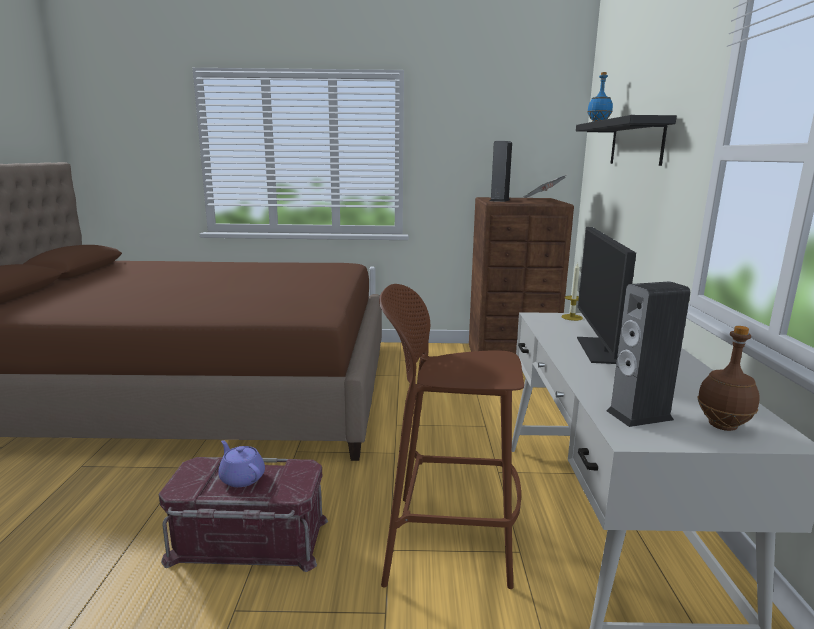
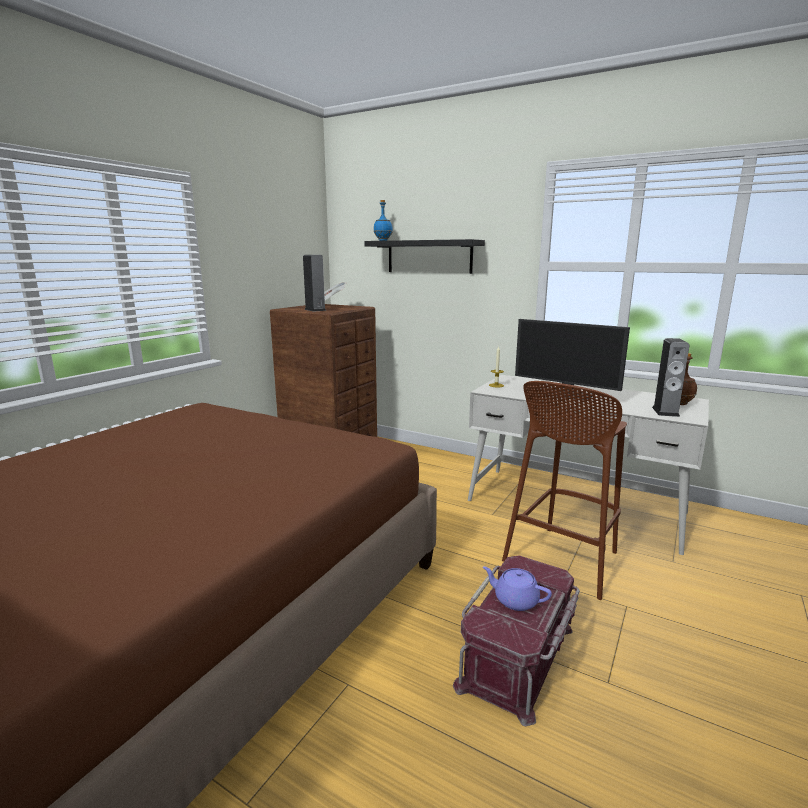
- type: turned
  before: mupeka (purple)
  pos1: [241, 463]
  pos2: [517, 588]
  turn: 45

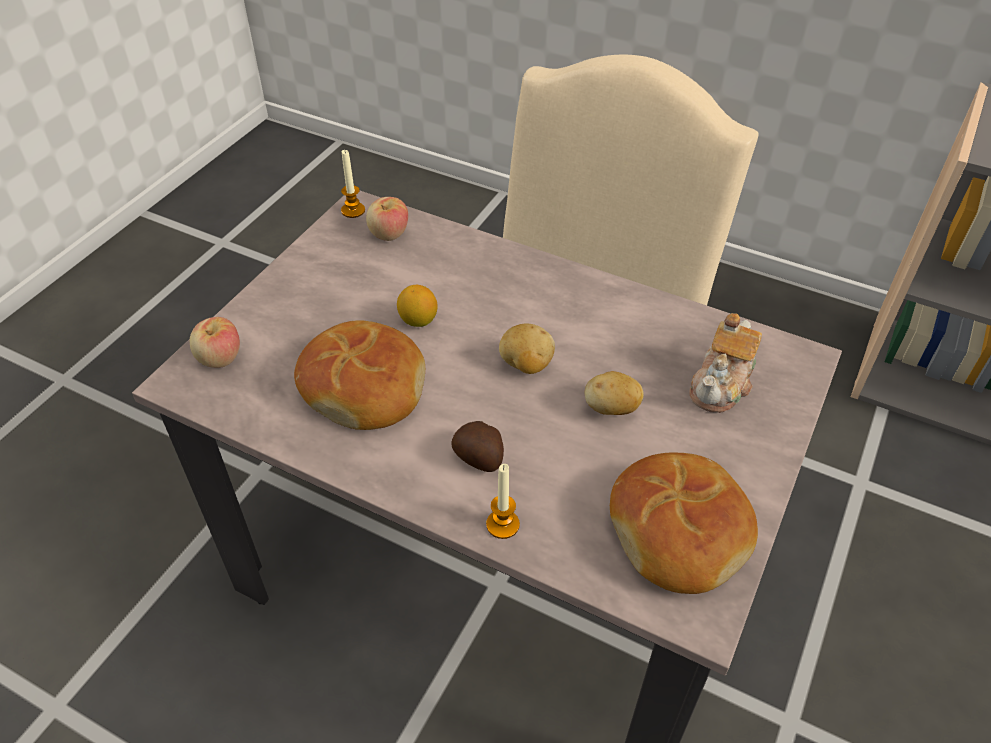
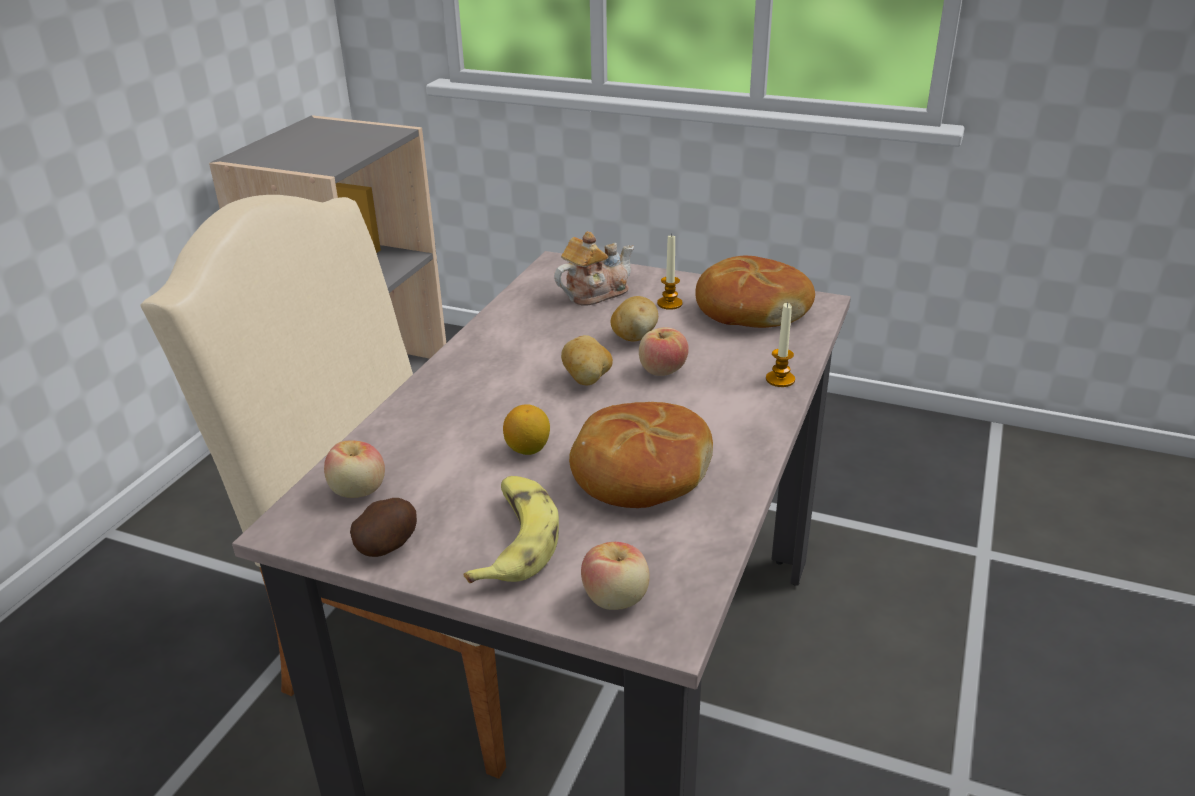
- type: moved
  before: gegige
  pos1: [477, 446]
  pos2: [383, 527]
- type: added
  after: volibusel
  pos2: [511, 529]
- type: turned
  before: mupeka
  pos1: [725, 363]
  pos2: [594, 268]
  turn: -60
- type: added
  after: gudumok
  pos2: [664, 351]
- type: moved
  before: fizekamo
  pos1: [353, 184]
  pos2: [670, 271]

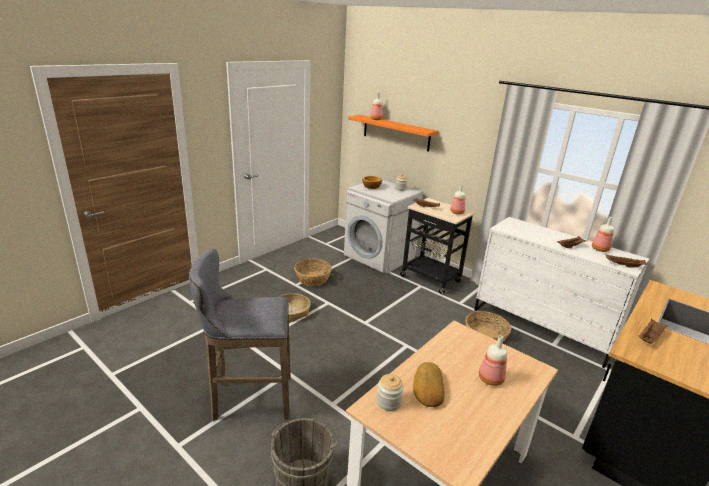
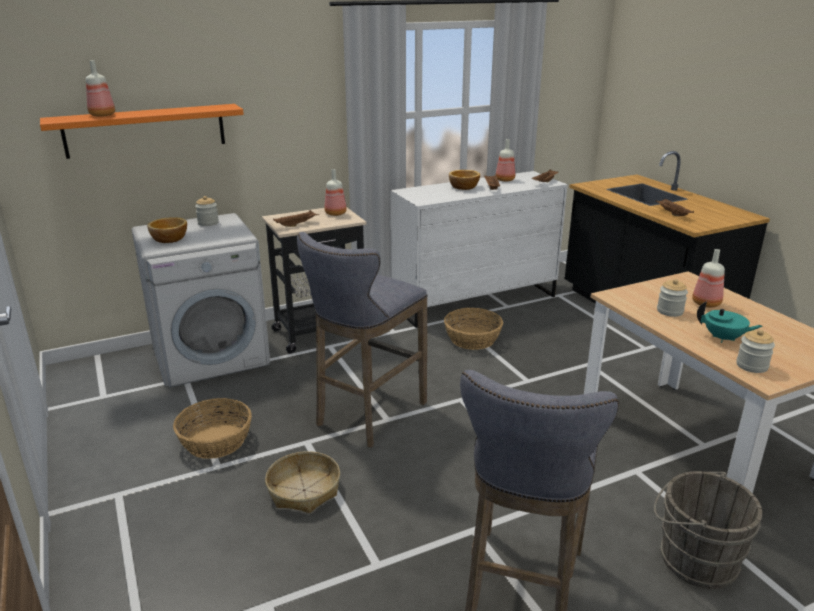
- type: added
  after: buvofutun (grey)
  pos2: [362, 339]
- type: added
  after: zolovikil
  pos2: [464, 180]
- type: added
  after: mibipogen
  pos2: [672, 298]
- type: replaced
  before: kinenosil
  after: mupeka (turquoise)
  pos1: [429, 384]
  pos2: [730, 322]

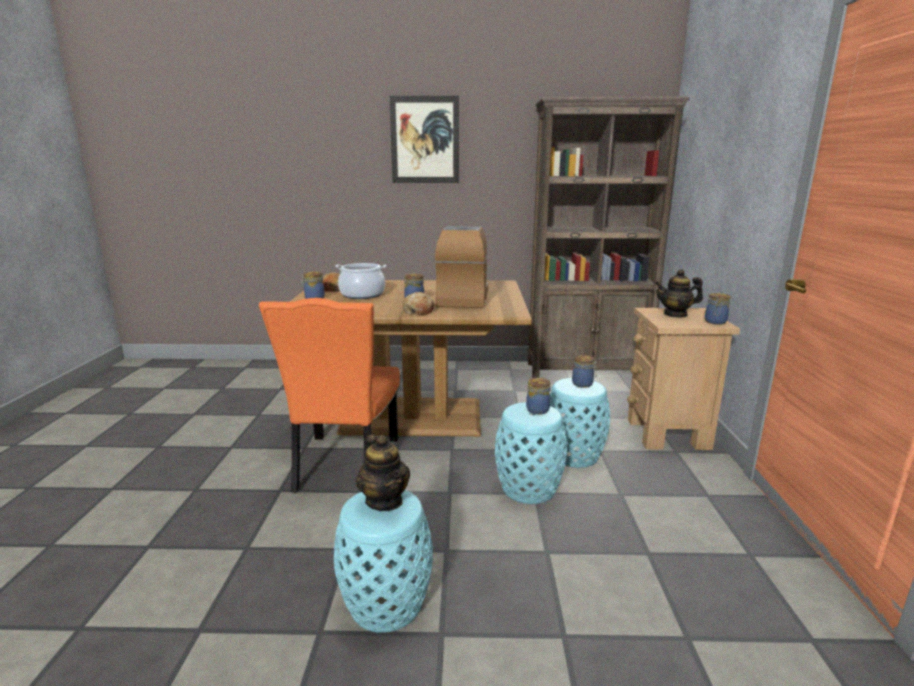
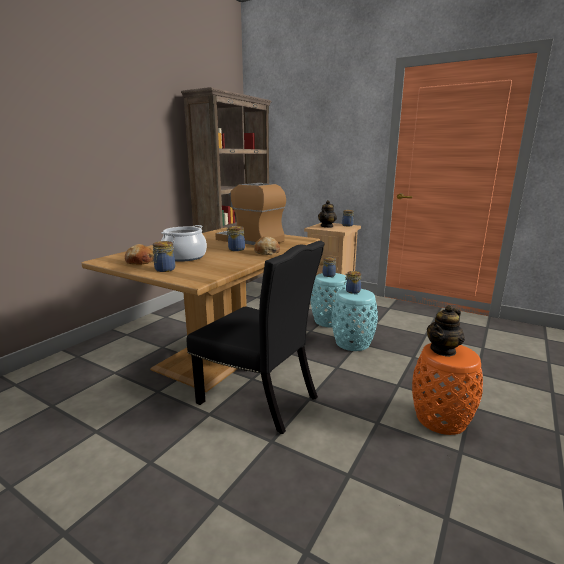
- type: recoloured
  before: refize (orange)
  after: refize (black)
  pos1: [329, 395]
  pos2: [255, 337]
- type: recoloured
  before: buvofutun (turquoise)
  after: buvofutun (orange)
  pos1: [383, 561]
  pos2: [447, 389]
- type: turned
  before: mupeka
  pos1: [383, 473]
  pos2: [446, 331]
  turn: 135
- type: removed
  before: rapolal
  pos1: [424, 139]

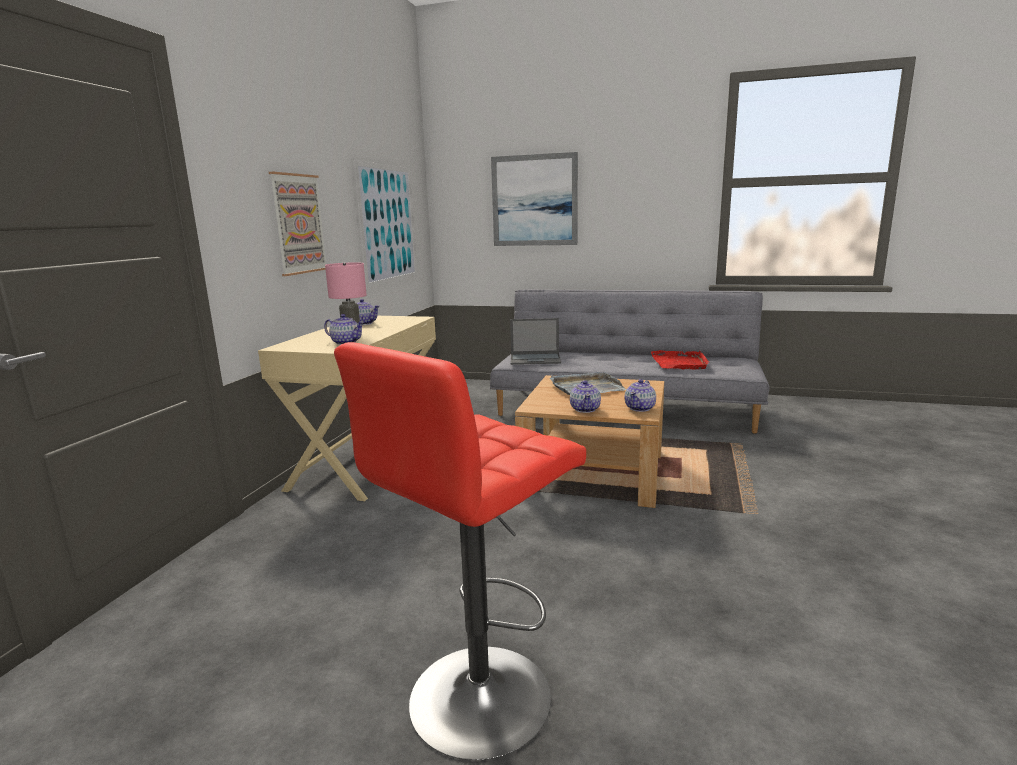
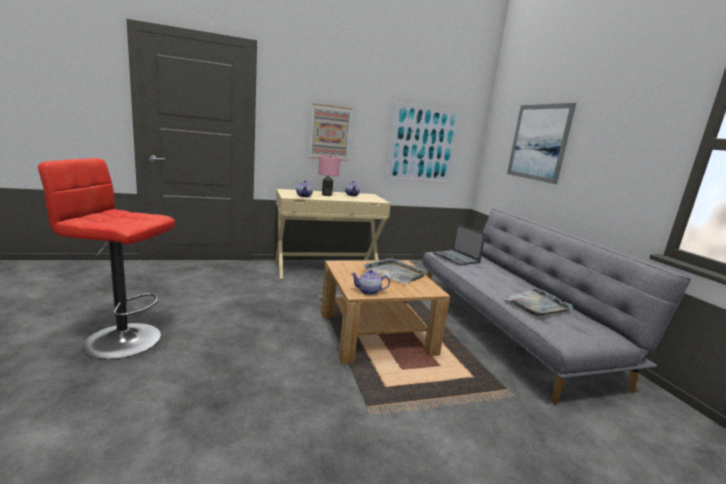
- type: recoloured
  before: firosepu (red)
  after: firosepu (grey)
  pos1: [680, 359]
  pos2: [539, 302]
- type: removed
  before: mupeka
  pos1: [585, 396]

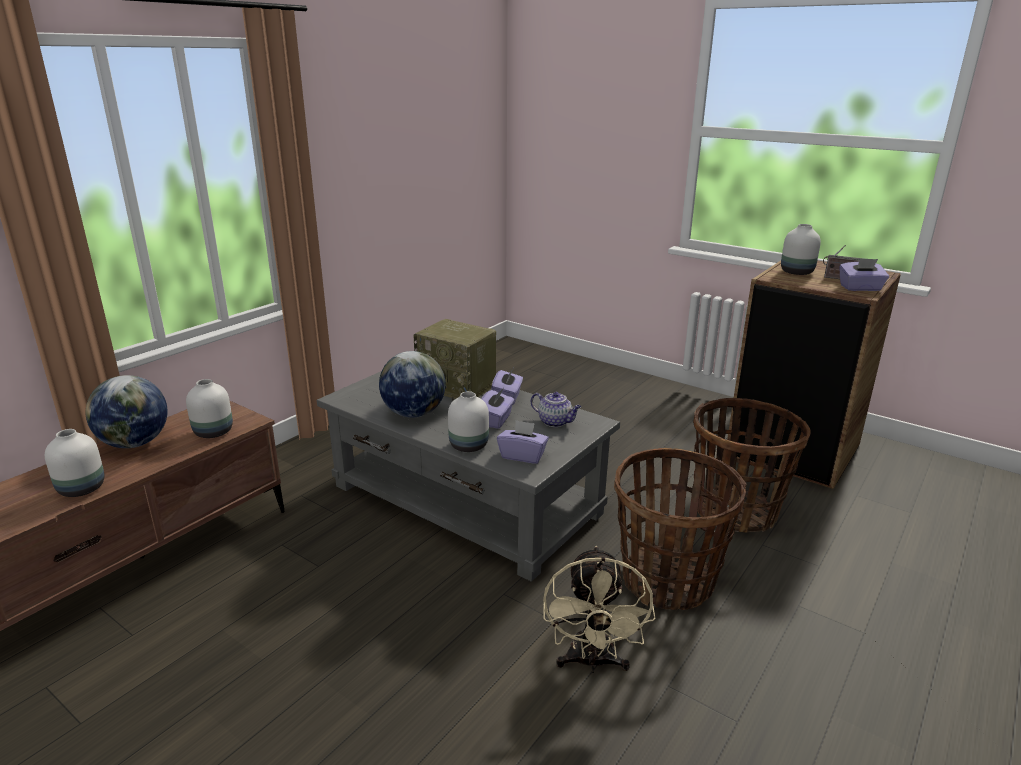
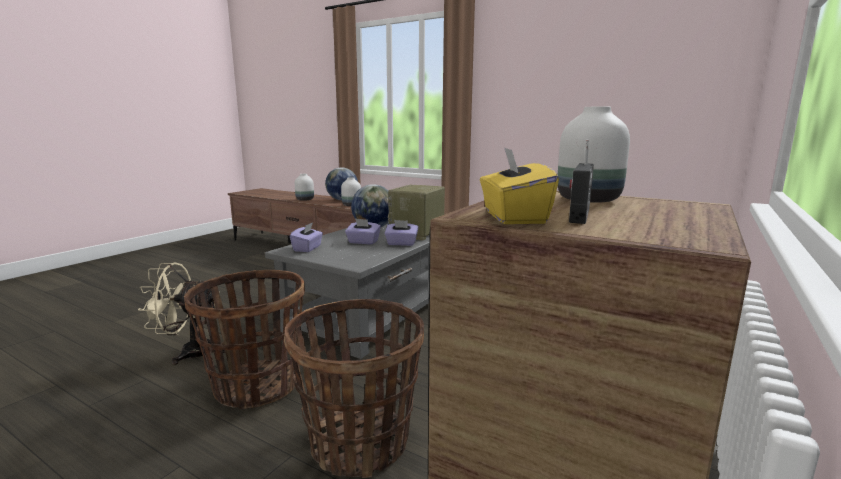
- type: recoloured
  before: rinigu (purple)
  after: rinigu (yellow)
  pos1: [864, 274]
  pos2: [519, 185]
- type: removed
  before: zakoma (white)
  pos1: [468, 421]
- type: removed
  before: mupeka
  pos1: [556, 409]

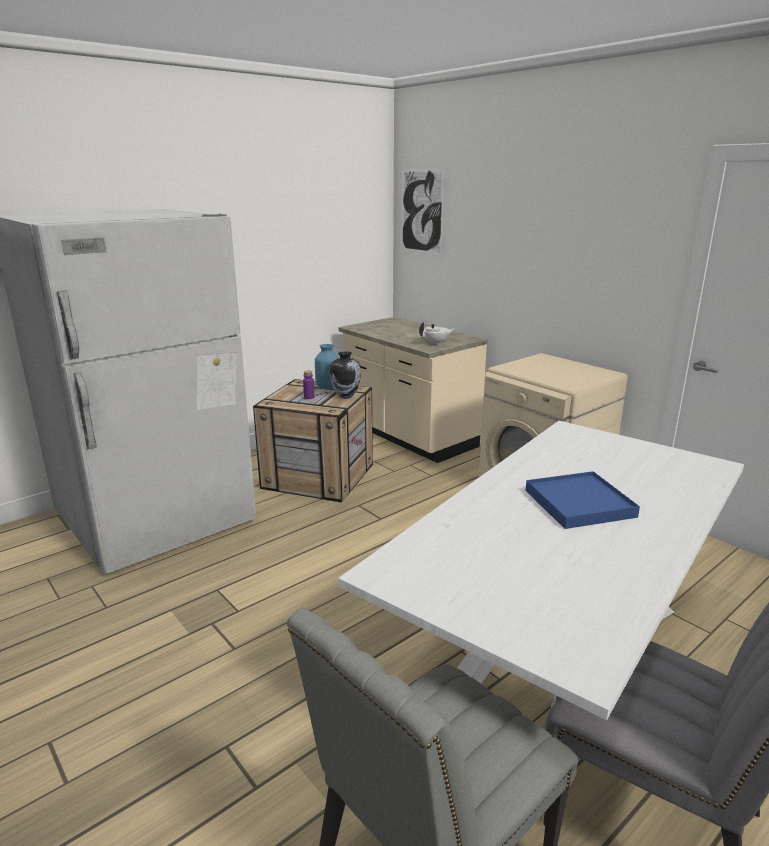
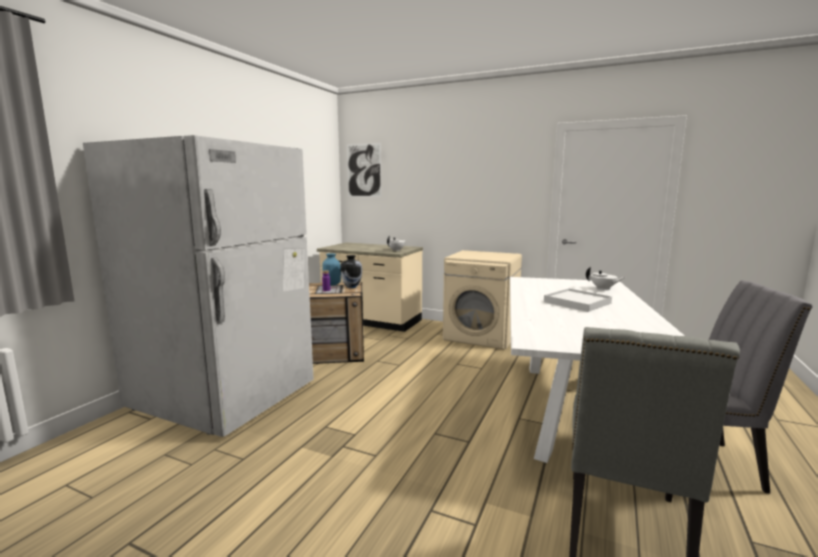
- type: recoloured
  before: firosepu (blue)
  after: firosepu (white)
  pos1: [583, 500]
  pos2: [578, 300]
- type: added
  after: mupeka (white)
  pos2: [605, 278]

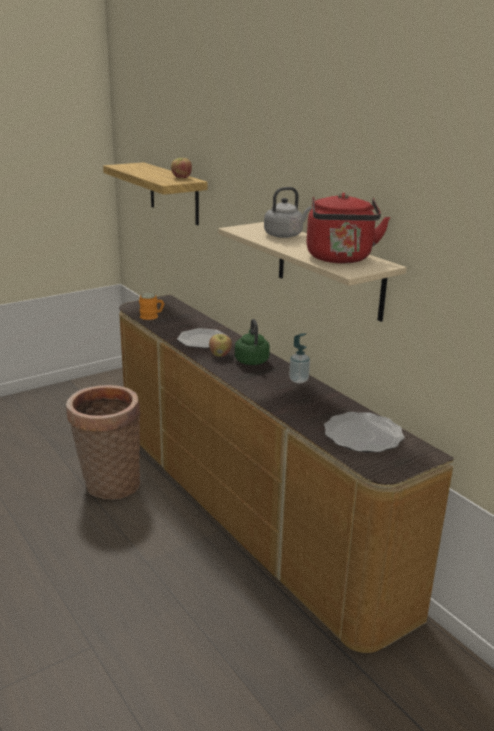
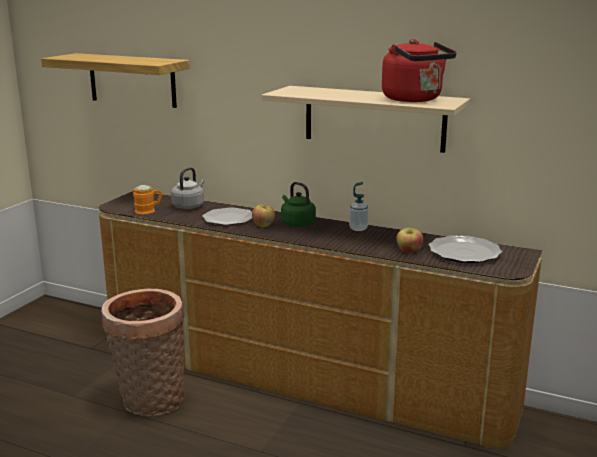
- type: moved
  before: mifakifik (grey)
  pos1: [287, 212]
  pos2: [187, 188]
- type: moved
  before: gudumok
  pos1: [181, 168]
  pos2: [409, 240]

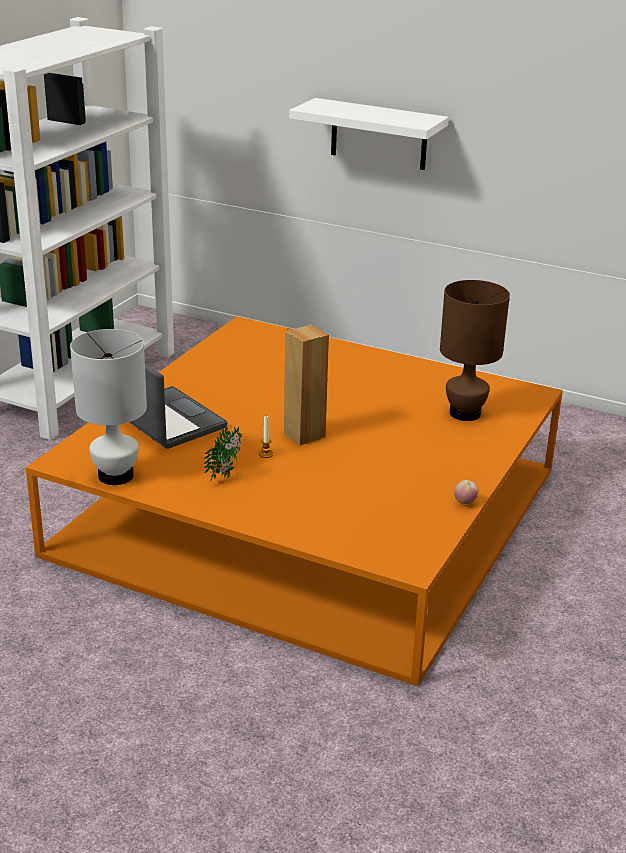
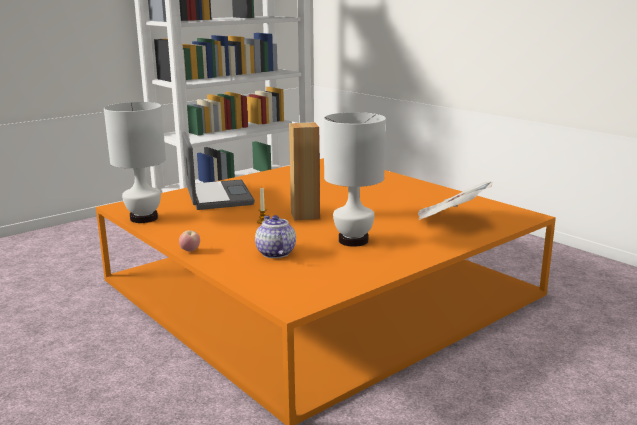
- type: moved
  before: gudumok
  pos1: [466, 492]
  pos2: [189, 241]
- type: added
  after: mupeka
  pos2: [275, 236]
- type: added
  after: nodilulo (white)
  pos2: [355, 179]
- type: replaced
  before: nodilulo (brown)
  after: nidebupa
  pos1: [475, 350]
  pos2: [455, 200]
- type: removed
  before: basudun
  pos1: [223, 453]
- type: removed
  before: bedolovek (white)
  pos1: [369, 134]

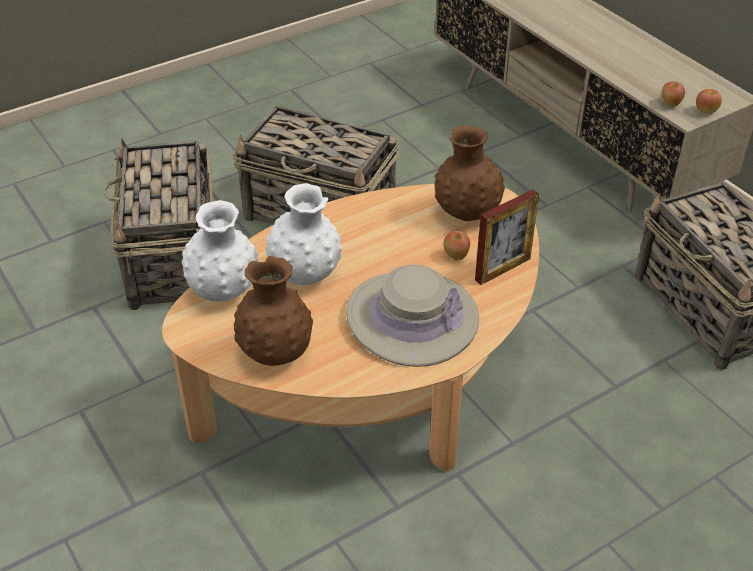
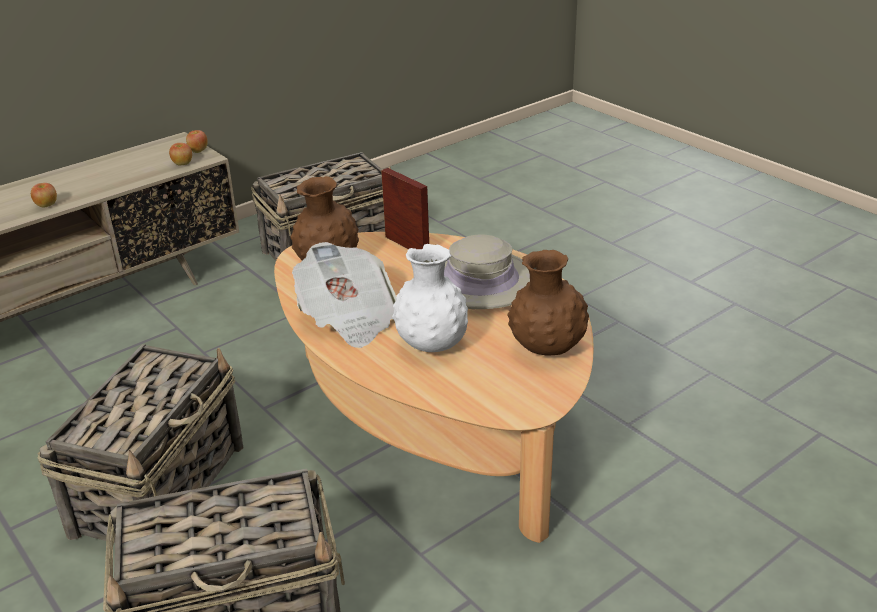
- type: moved
  before: gudumok
  pos1: [456, 246]
  pos2: [44, 195]
- type: added
  after: nidebupa
  pos2: [344, 295]
- type: removed
  before: zakoma (white)
  pos1: [220, 251]

